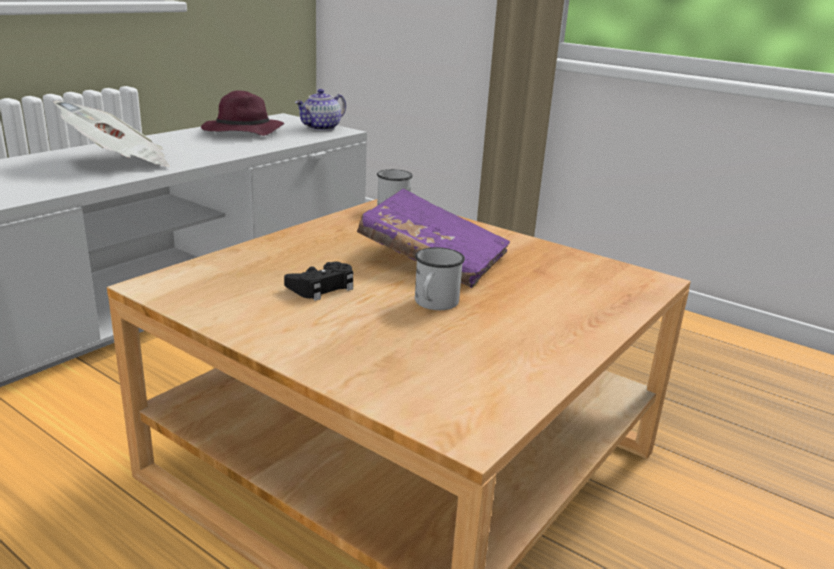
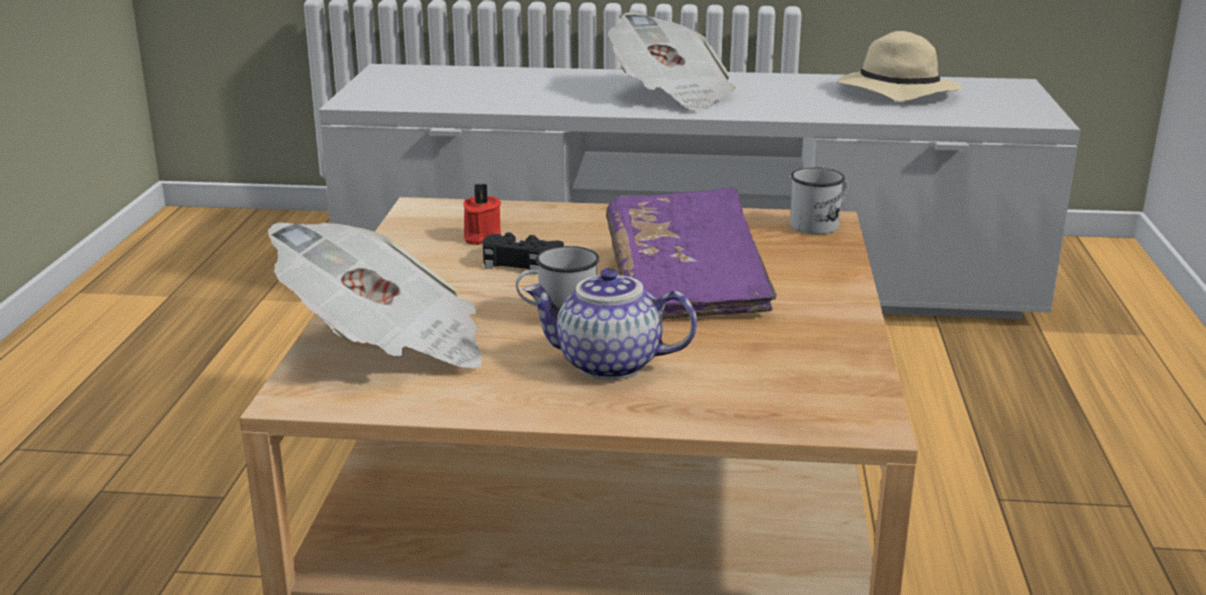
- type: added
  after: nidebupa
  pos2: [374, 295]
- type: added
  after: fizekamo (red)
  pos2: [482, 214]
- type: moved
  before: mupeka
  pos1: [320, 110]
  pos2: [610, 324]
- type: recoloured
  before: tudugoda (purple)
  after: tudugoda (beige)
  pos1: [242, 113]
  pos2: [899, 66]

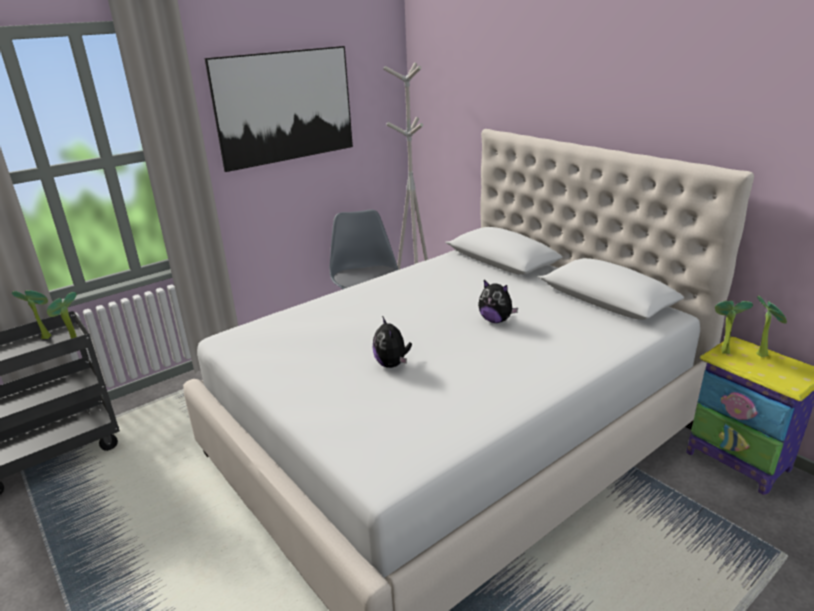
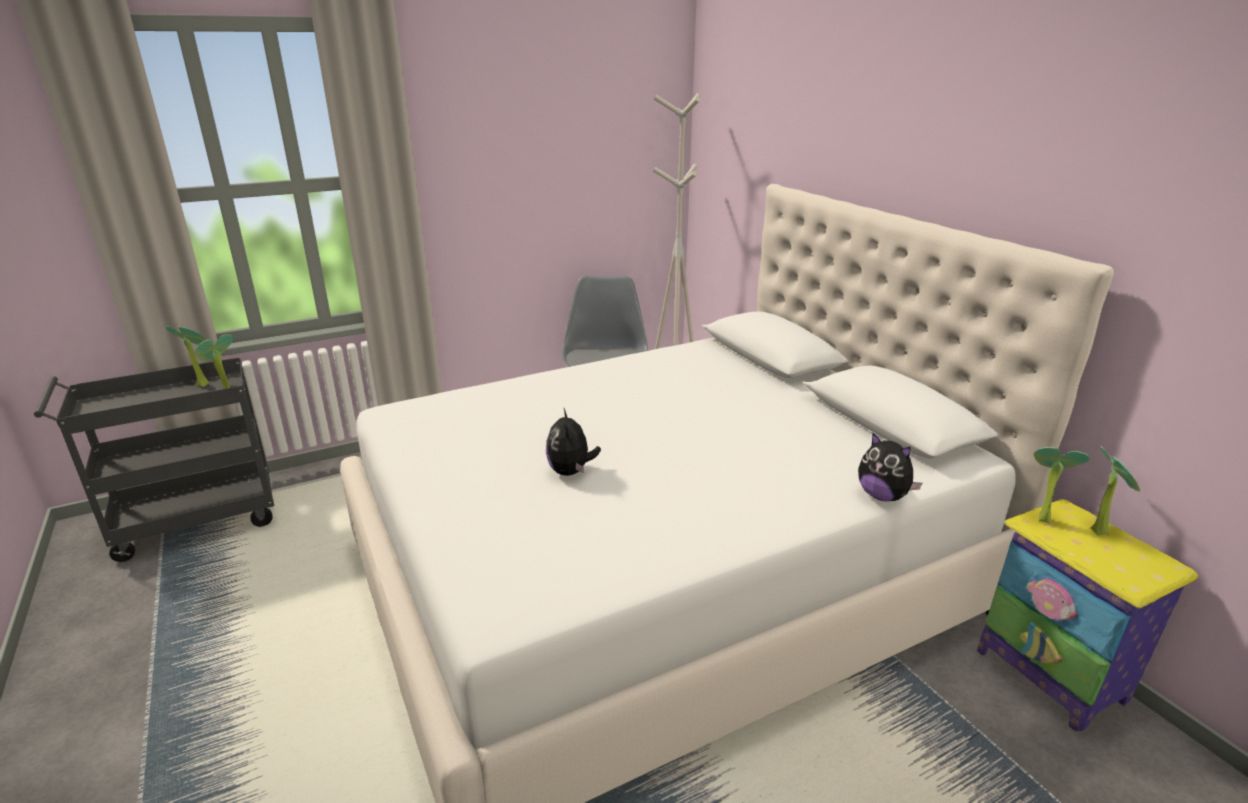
- type: moved
  before: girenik
  pos1: [498, 301]
  pos2: [890, 466]
- type: removed
  before: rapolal
  pos1: [279, 109]

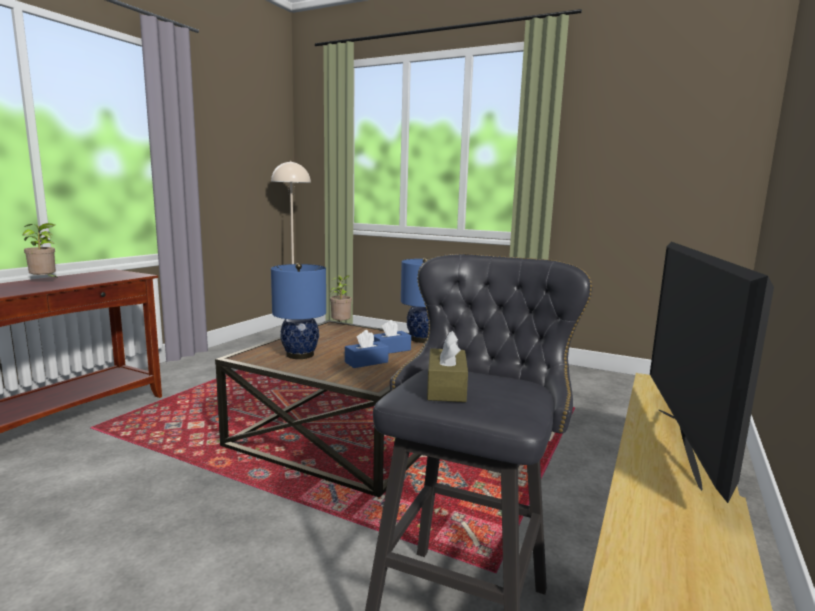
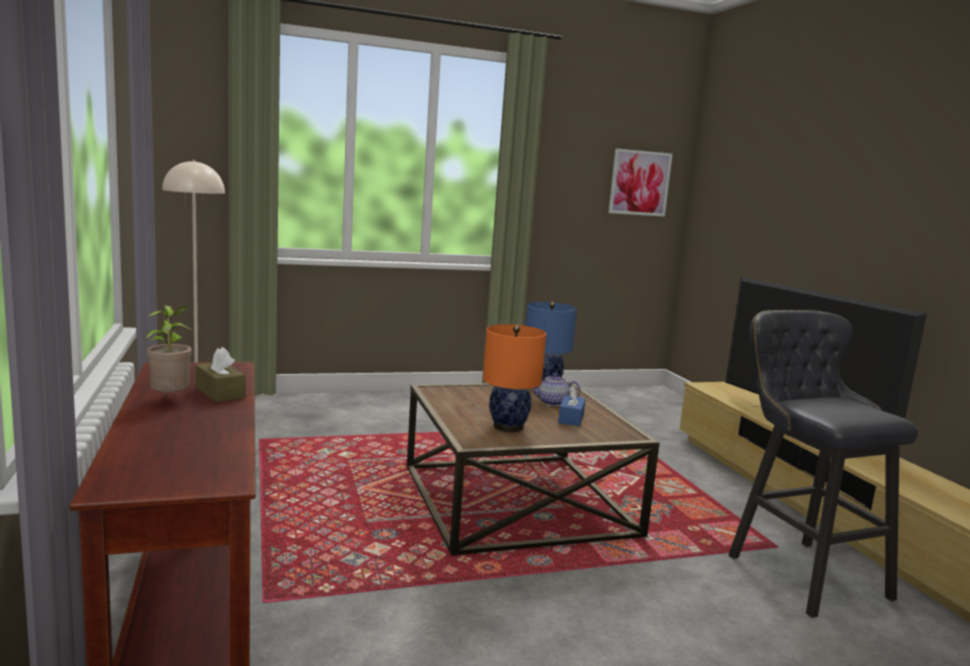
- type: moved
  before: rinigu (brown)
  pos1: [447, 366]
  pos2: [220, 374]
- type: recoloured
  before: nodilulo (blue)
  after: nodilulo (orange)
  pos1: [298, 311]
  pos2: [514, 378]
- type: replaced
  before: rinigu (blue)
  after: mupeka
  pos1: [392, 337]
  pos2: [557, 389]
- type: added
  after: rapolal
  pos2: [640, 183]
- type: removed
  before: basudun
  pos1: [341, 298]

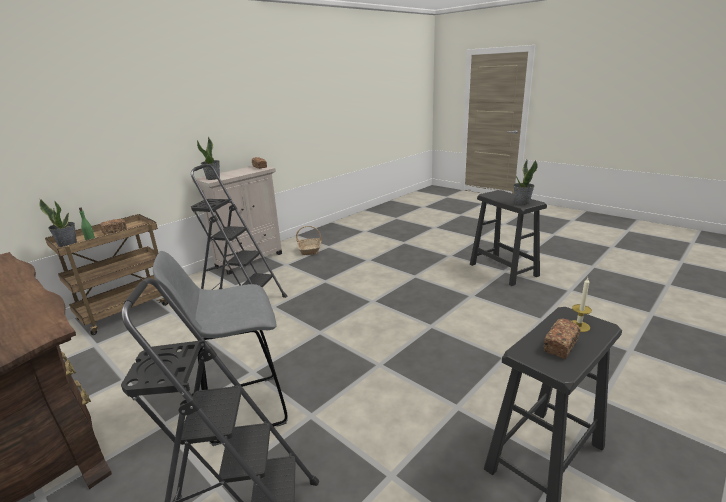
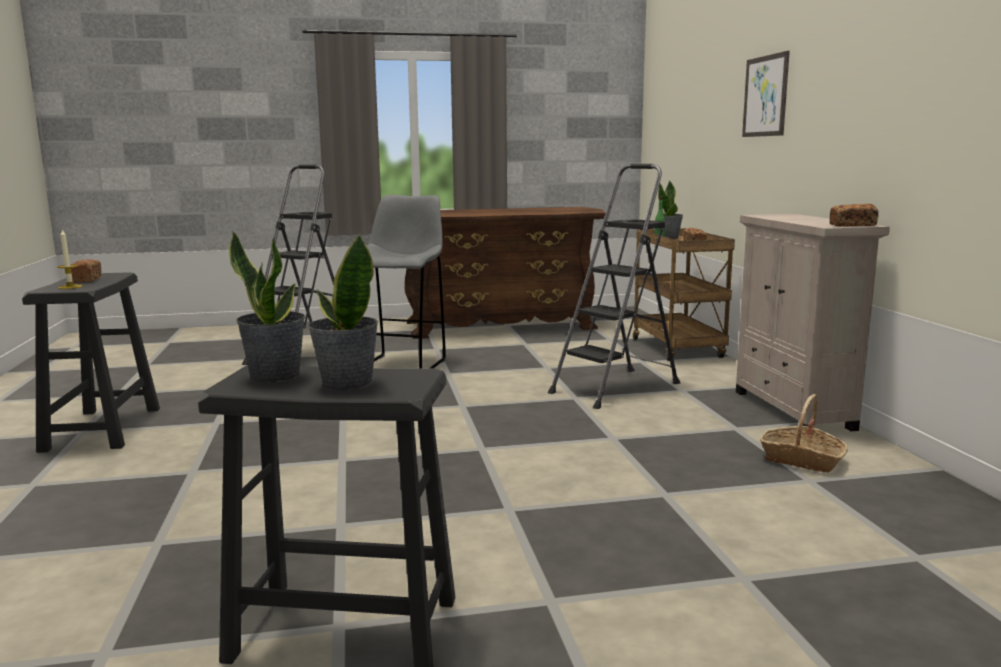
- type: moved
  before: basudun
  pos1: [208, 158]
  pos2: [342, 312]
- type: added
  after: rapolal
  pos2: [766, 94]

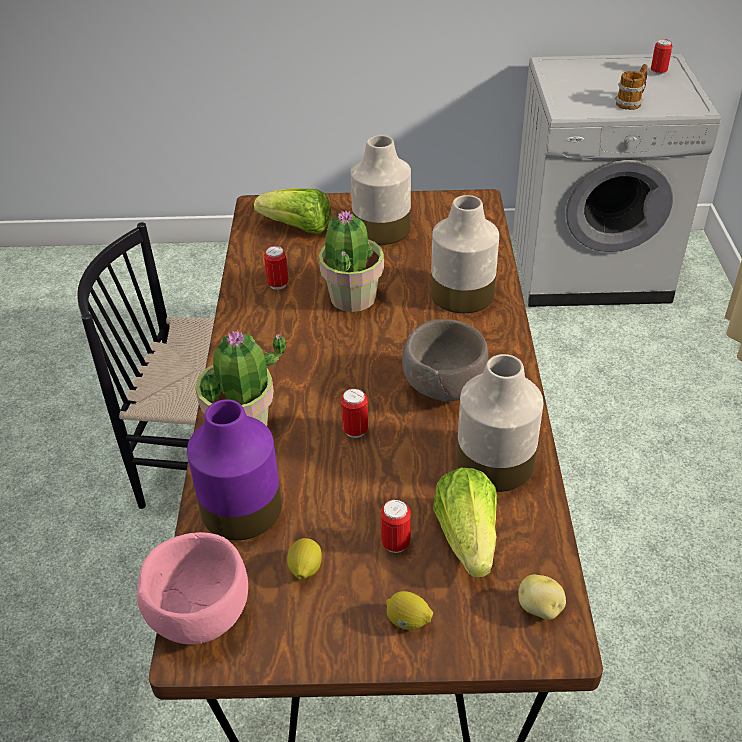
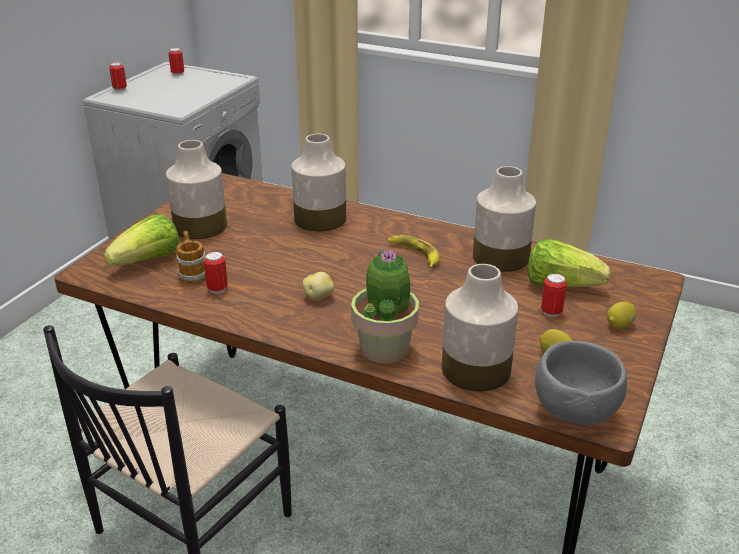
- type: moved
  before: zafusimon
  pos1: [354, 413]
  pos2: [118, 76]
- type: moved
  before: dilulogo
  pos1: [631, 87]
  pos2: [191, 257]
- type: moved
  before: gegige
  pos1: [542, 597]
  pos2: [318, 286]
- type: replaced
  before: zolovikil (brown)
  after: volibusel
  pos1: [445, 360]
  pos2: [413, 251]
- type: recoloured
  before: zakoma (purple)
  after: zakoma (beige)
  pos1: [234, 469]
  pos2: [480, 327]
- type: recoloured
  before: zolovikil (pink)
  after: zolovikil (grey)
  pos1: [192, 588]
  pos2: [581, 383]
- type: removed
  before: basudun
  pos1: [351, 261]

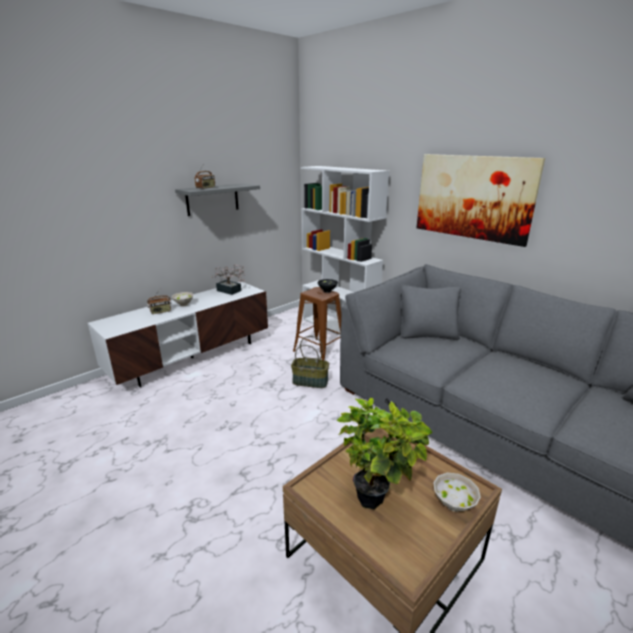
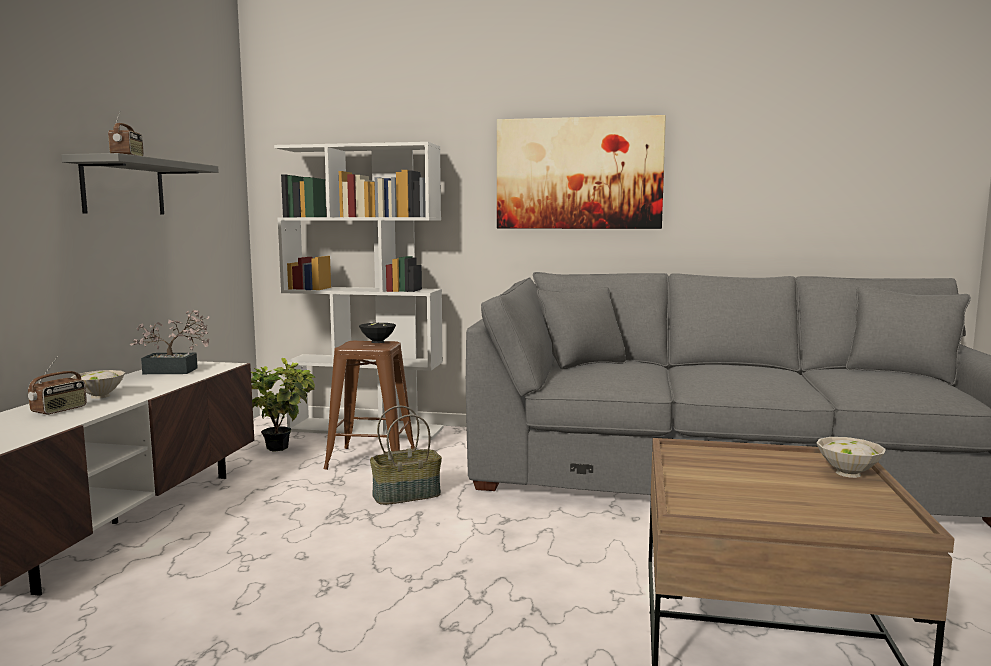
- type: moved
  before: basudun
  pos1: [384, 454]
  pos2: [283, 405]

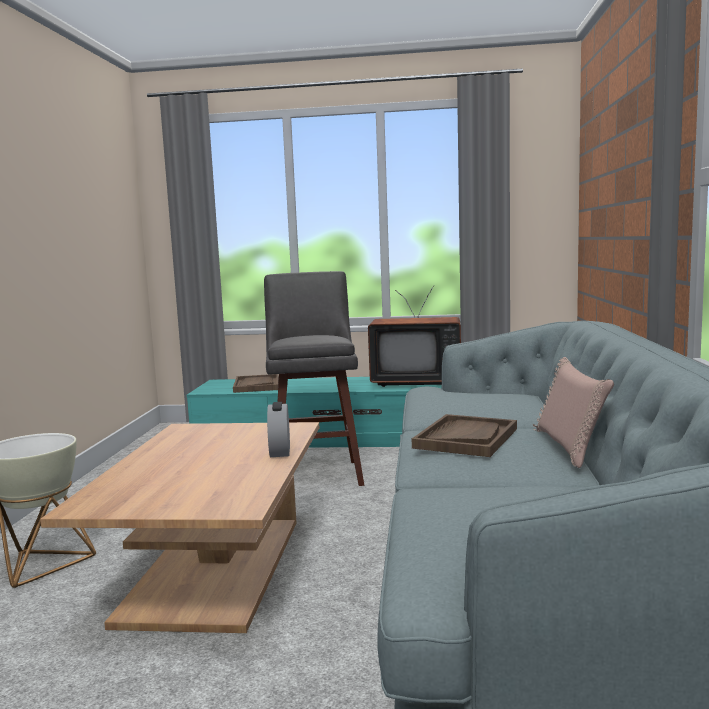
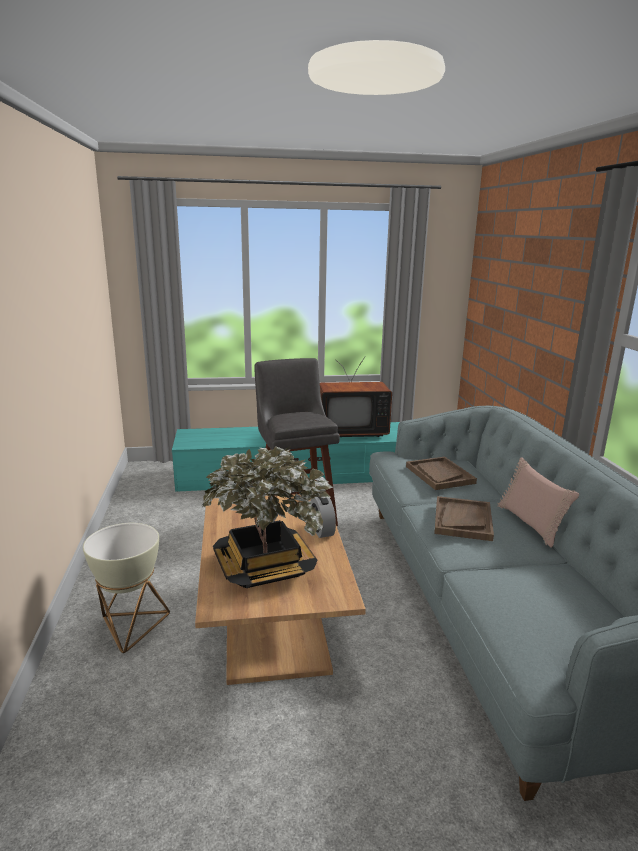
- type: added
  after: basudun
  pos2: [267, 517]
- type: moved
  before: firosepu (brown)
  pos1: [256, 383]
  pos2: [441, 473]

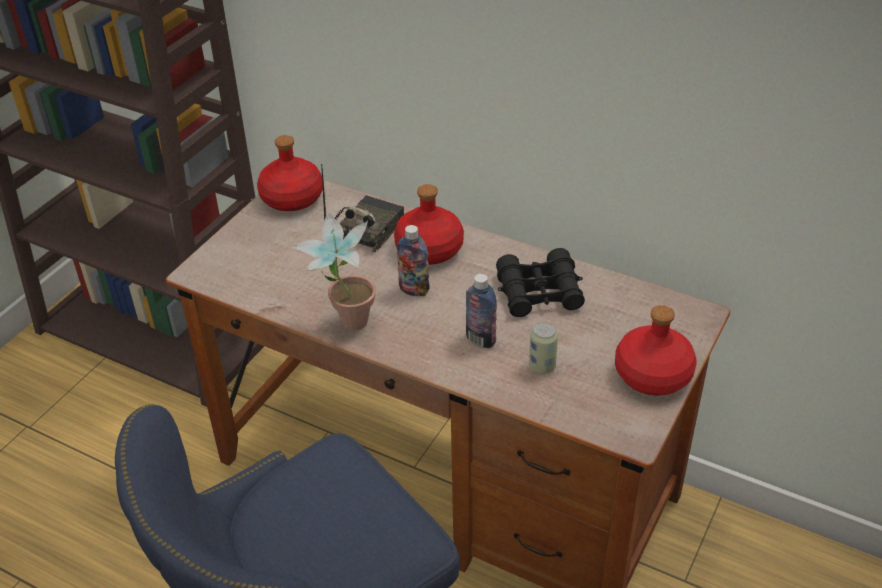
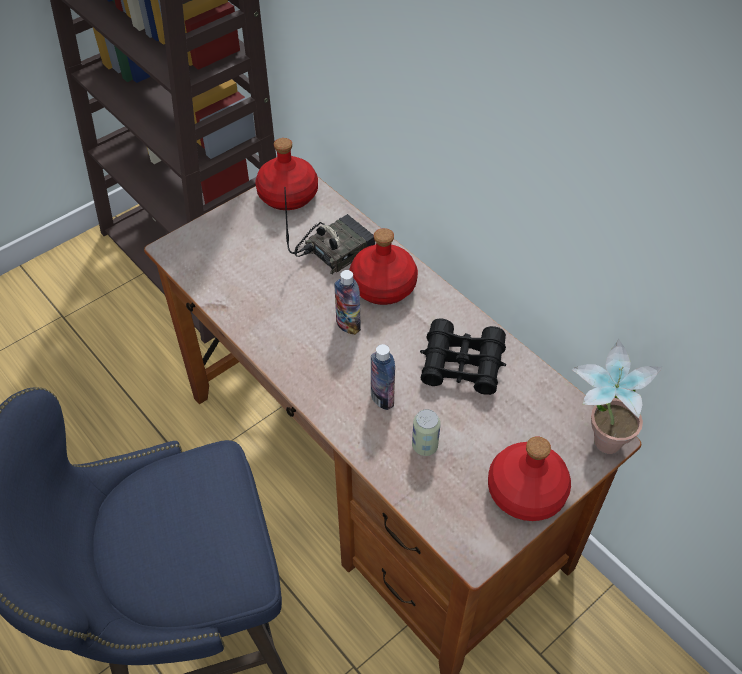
- type: moved
  before: basudun
  pos1: [333, 271]
  pos2: [616, 396]

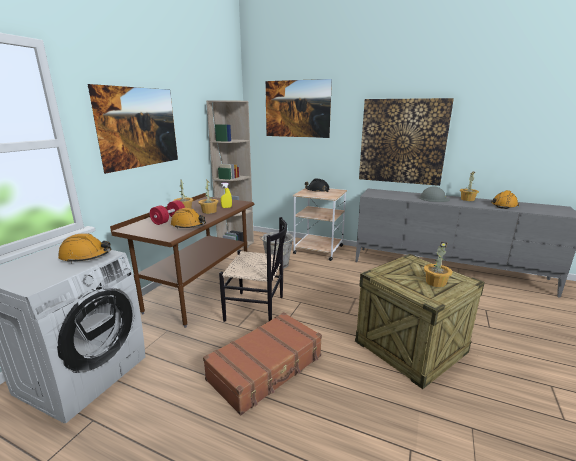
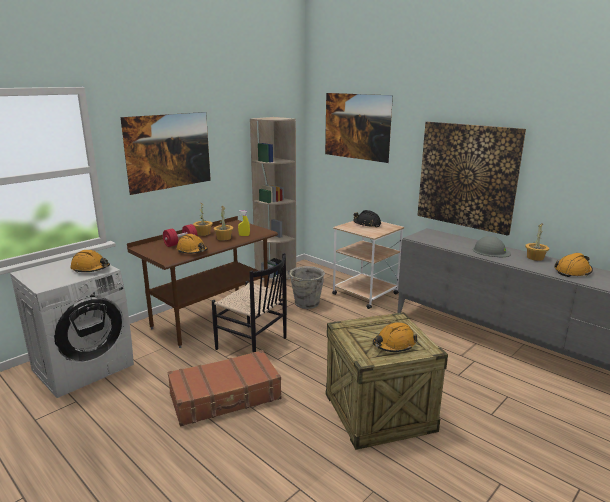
- type: replaced
  before: basudun
  after: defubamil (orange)
  pos1: [438, 264]
  pos2: [395, 337]

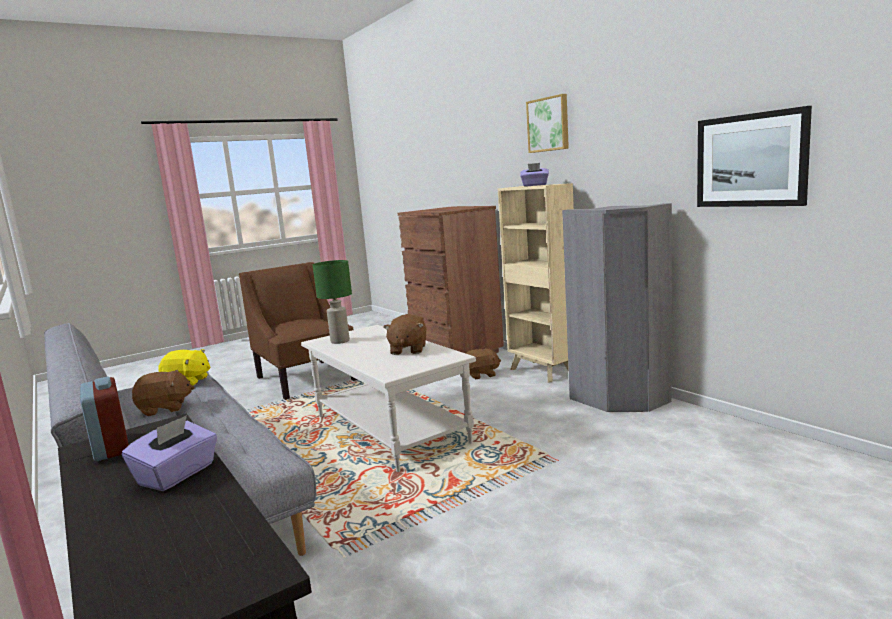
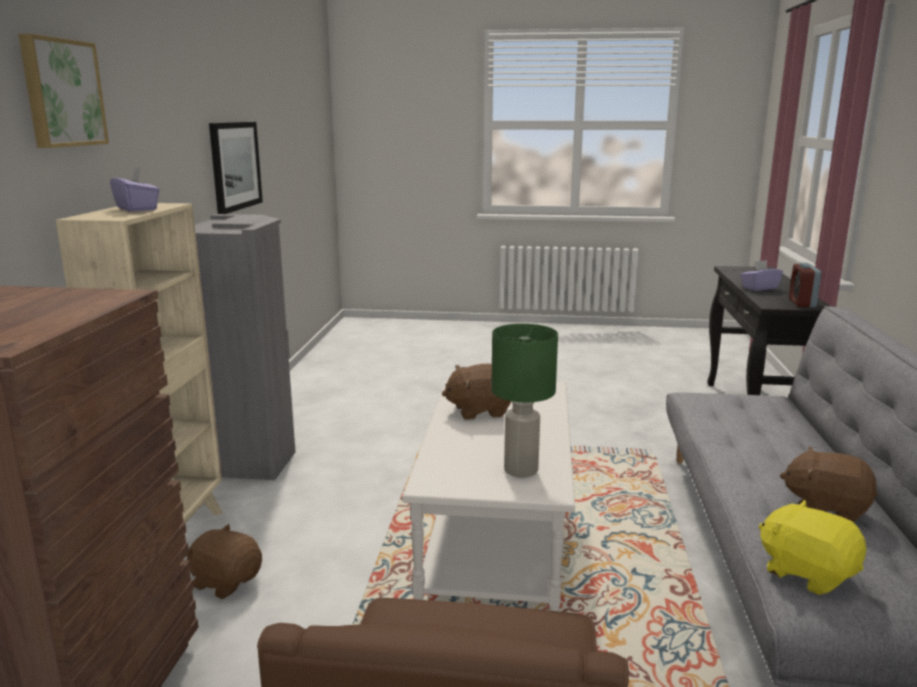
- type: turned
  before: girenik (brown)
  pos1: [404, 334]
  pos2: [476, 392]
  turn: -150

